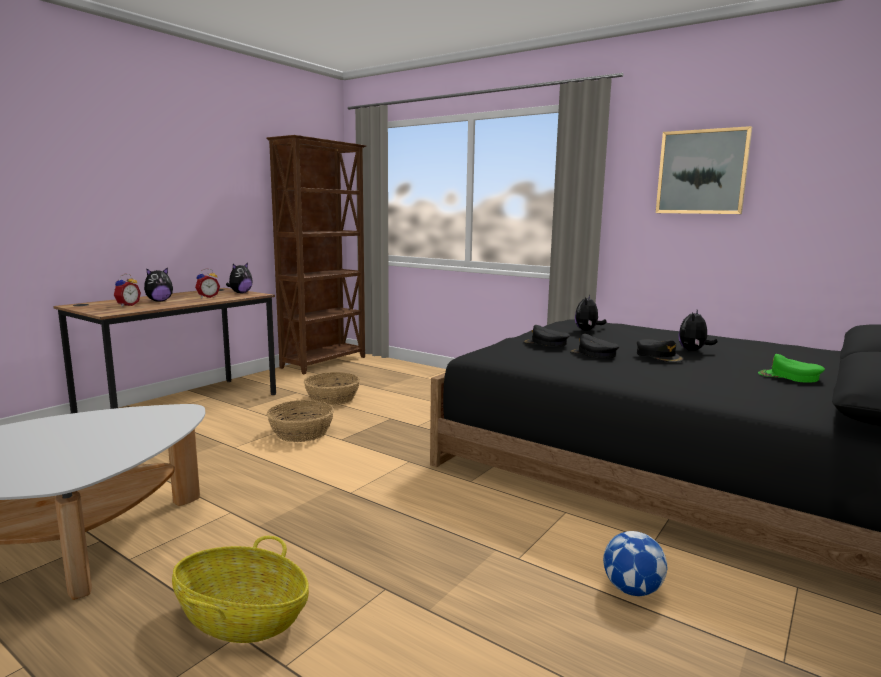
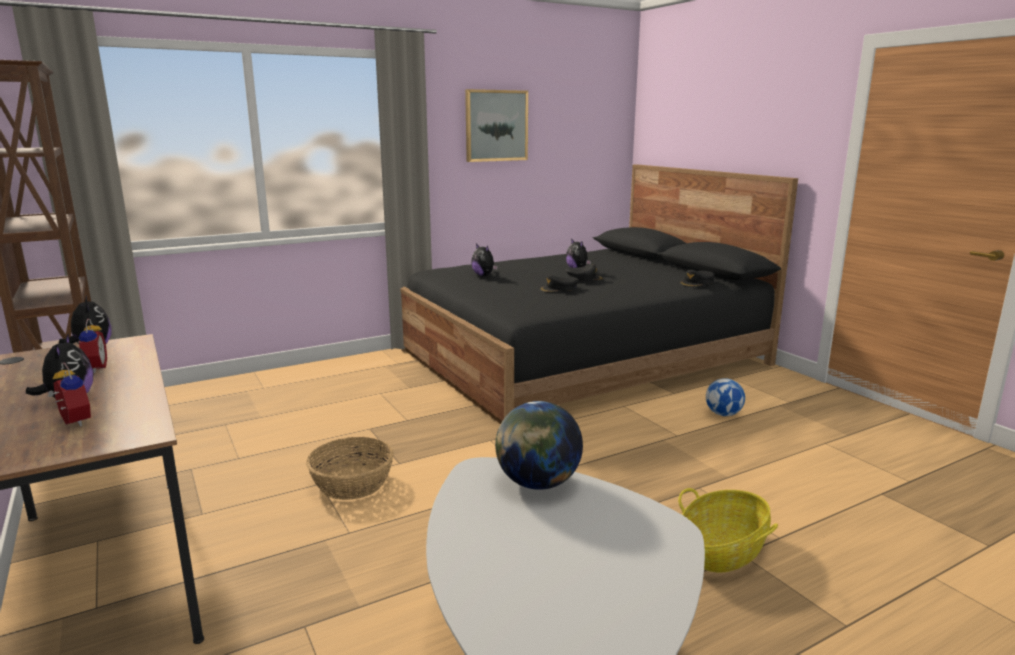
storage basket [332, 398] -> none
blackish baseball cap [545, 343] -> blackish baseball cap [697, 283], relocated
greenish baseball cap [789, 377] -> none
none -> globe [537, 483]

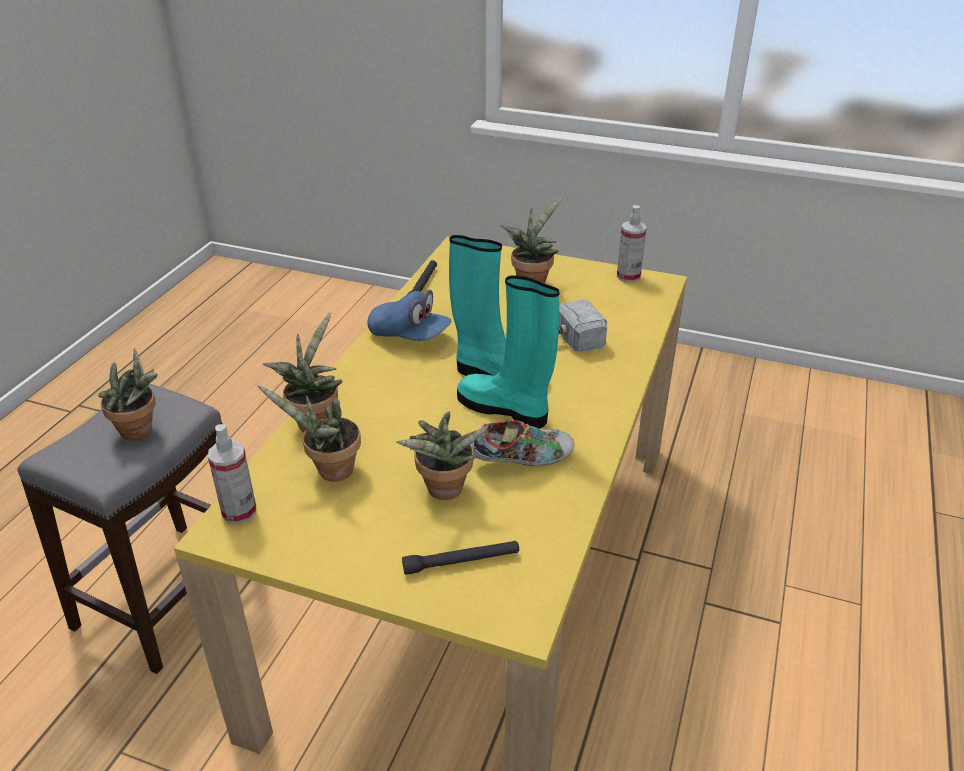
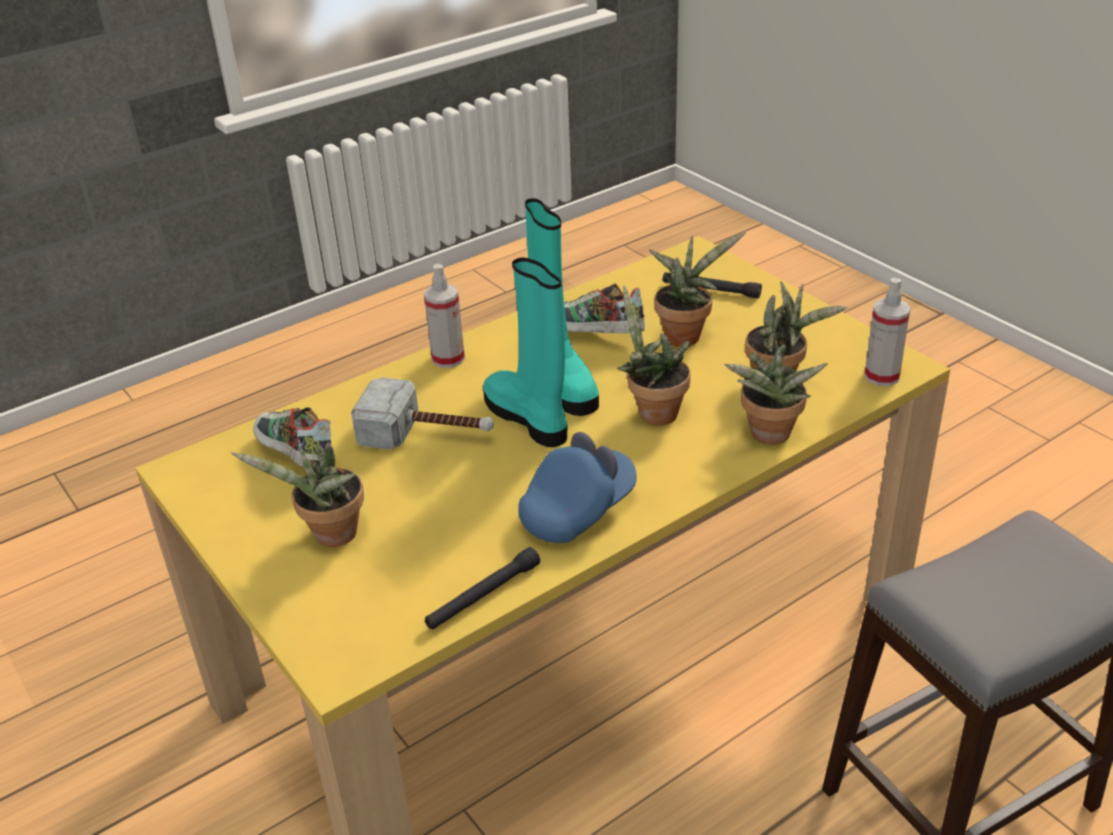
houseplant [141, 431] -> houseplant [653, 412], relocated
blue baseball cap [409, 335] -> blue baseball cap [578, 511], 75 degrees clockwise
spray bottle [628, 276] -> spray bottle [448, 358], relocated
none -> item of footwear [295, 457]

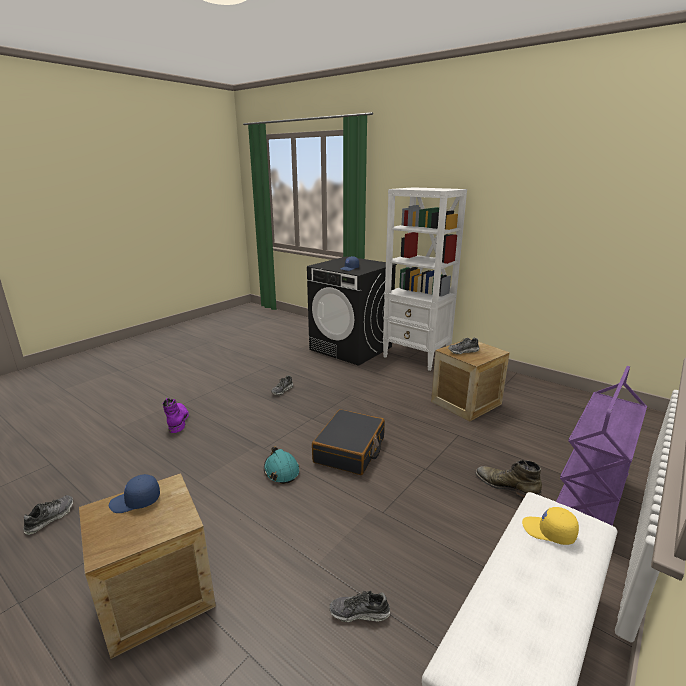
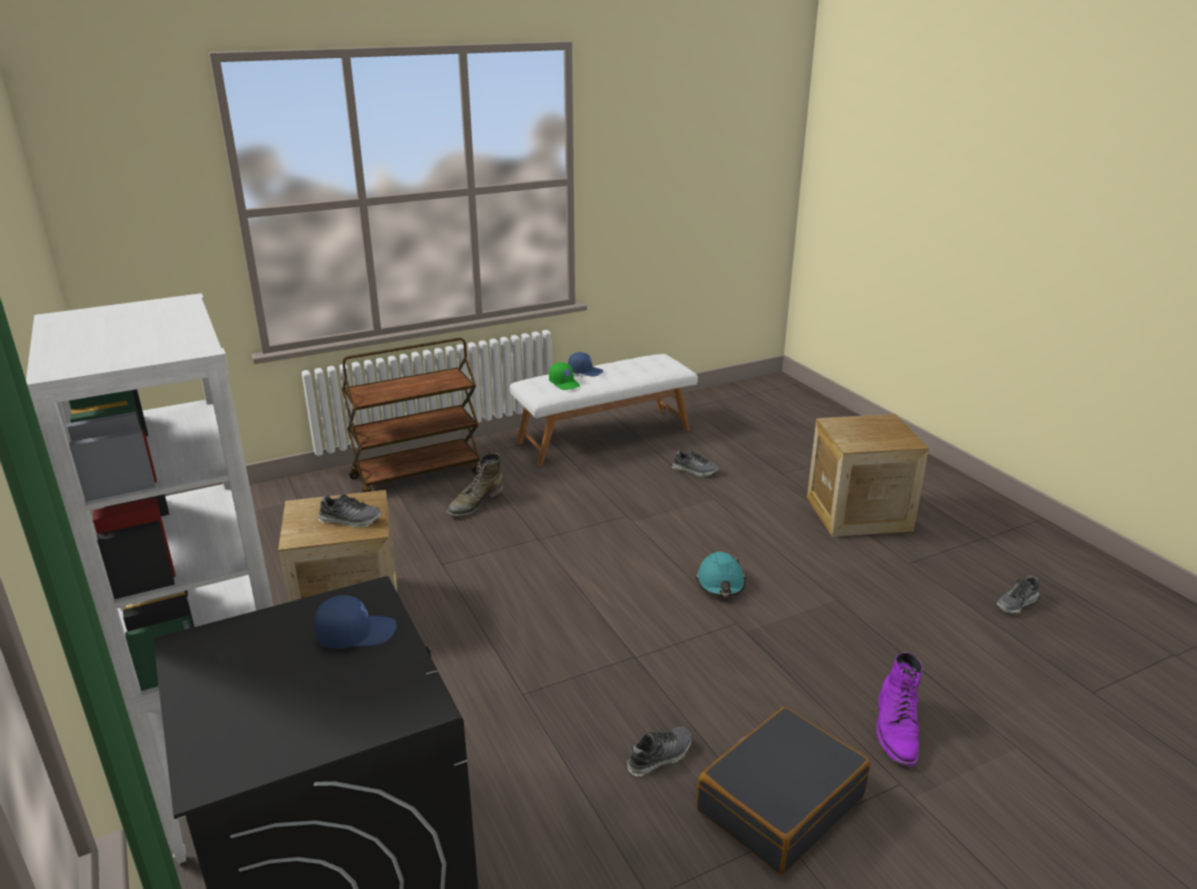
blue baseball cap [135, 501] -> blue baseball cap [585, 371], relocated
blackish travel case [350, 450] -> blackish travel case [779, 802], relocated
greenish tall boot [506, 486] -> greenish tall boot [475, 502], 60 degrees clockwise
yellow-coloured baseball cap [548, 532] -> greenish baseball cap [565, 383]
purple cart [590, 500] -> brown-coloured cart [417, 475]

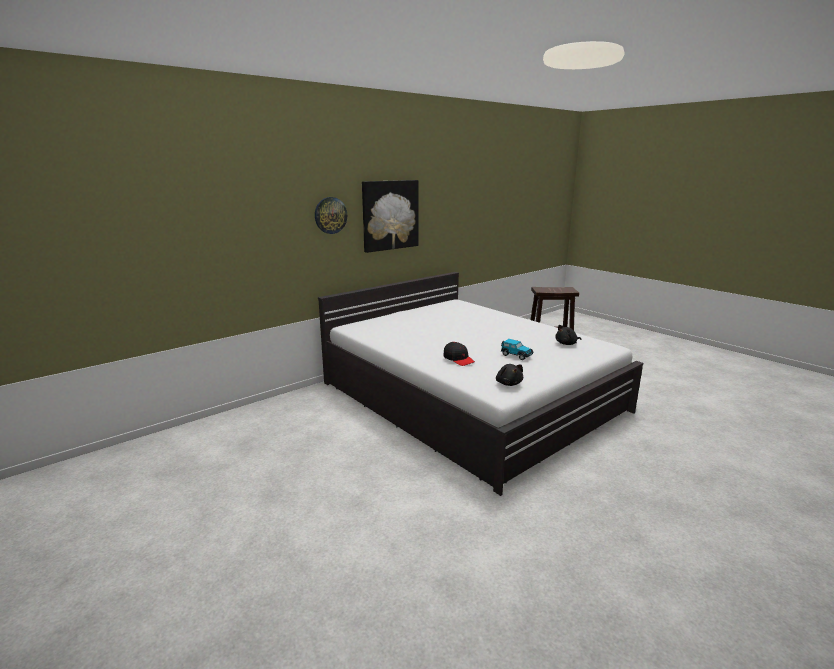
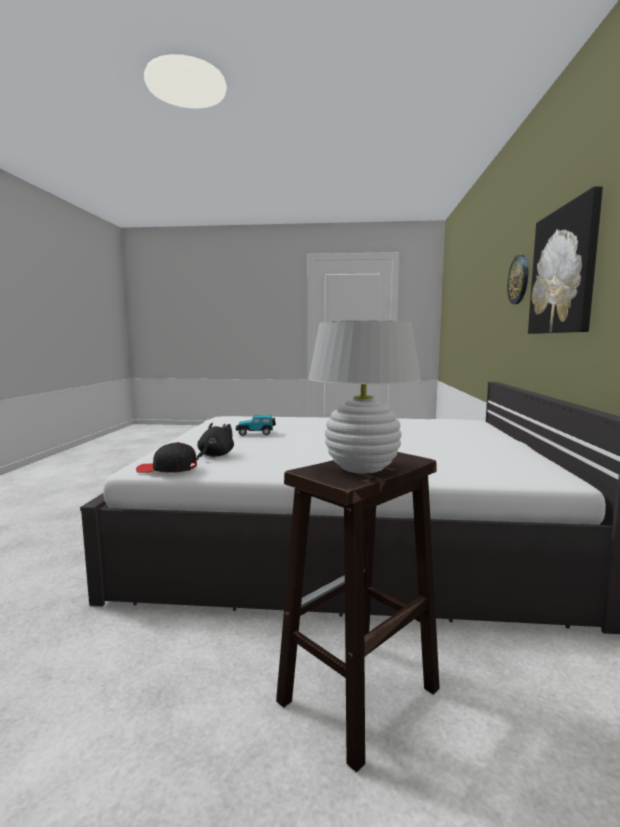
blackish baseball cap [458, 359] -> blackish baseball cap [167, 469], relocated
blackish cuddly toy [508, 383] -> none
none -> white tabletop lamp [362, 468]

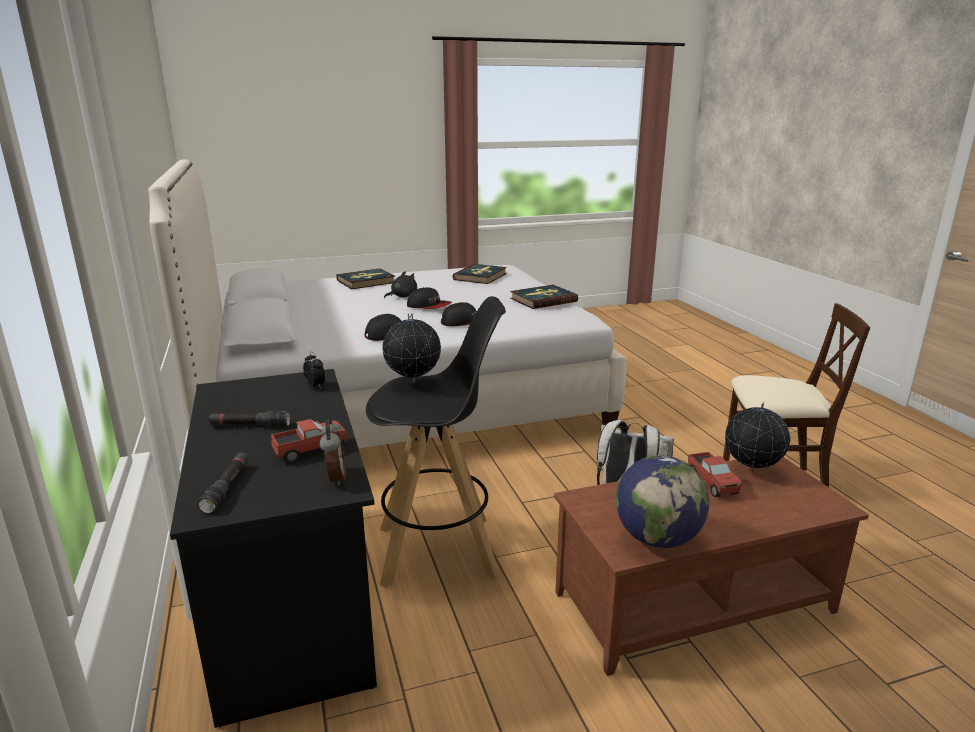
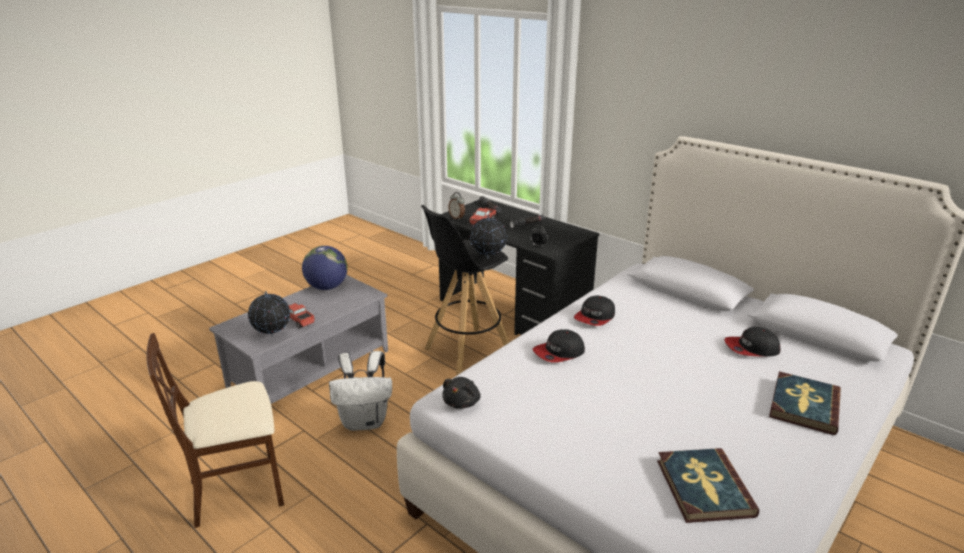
blackish cuddly toy [402, 296] -> blackish cuddly toy [462, 402], relocated
baseball cap [429, 306] -> baseball cap [751, 348], relocated
bound book [543, 300] -> none
brown-coloured low table [692, 601] -> greyish low table [311, 369]

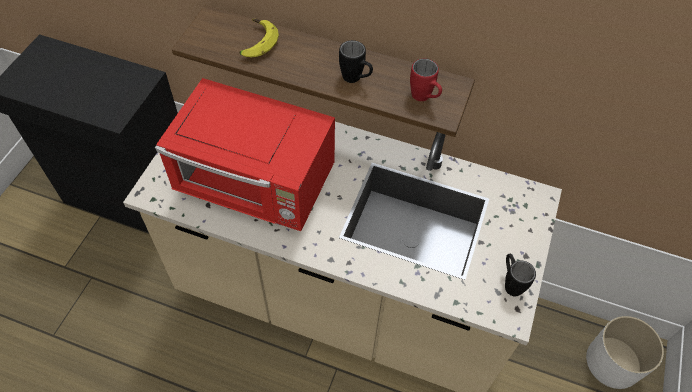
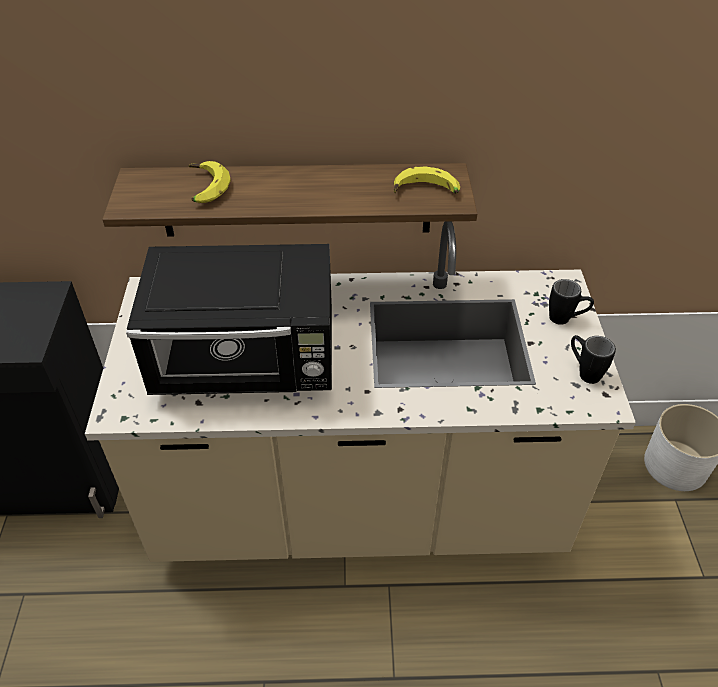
red-coloured microwave [257, 185] -> blackish microwave [248, 363]
blackish coffee mug [356, 79] -> blackish coffee mug [566, 319], relocated
red-coloured coffee mug [424, 98] -> banana [425, 192]

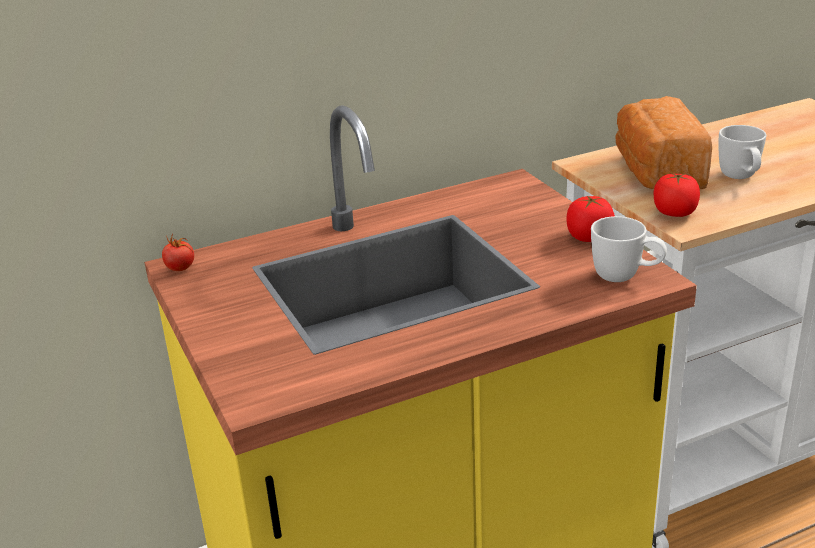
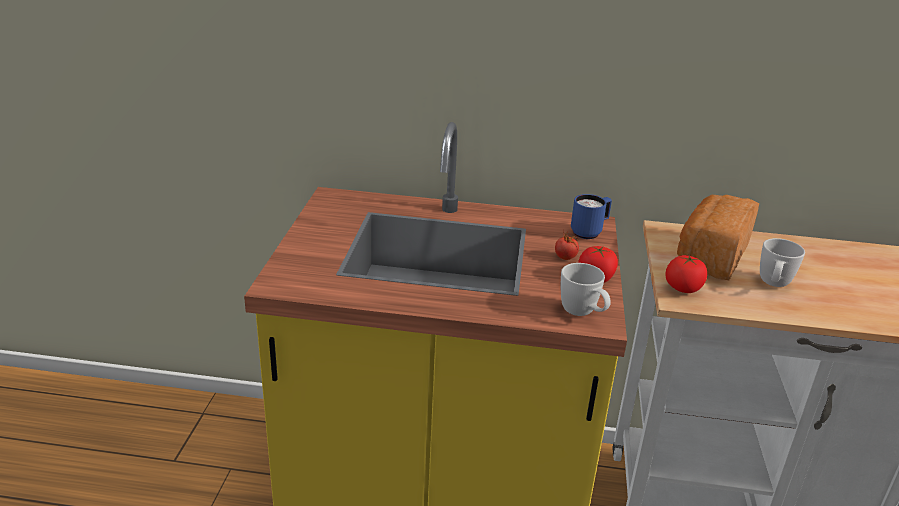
tomato [180, 268] -> tomato [565, 257], relocated
none -> blue coffee mug [589, 232]

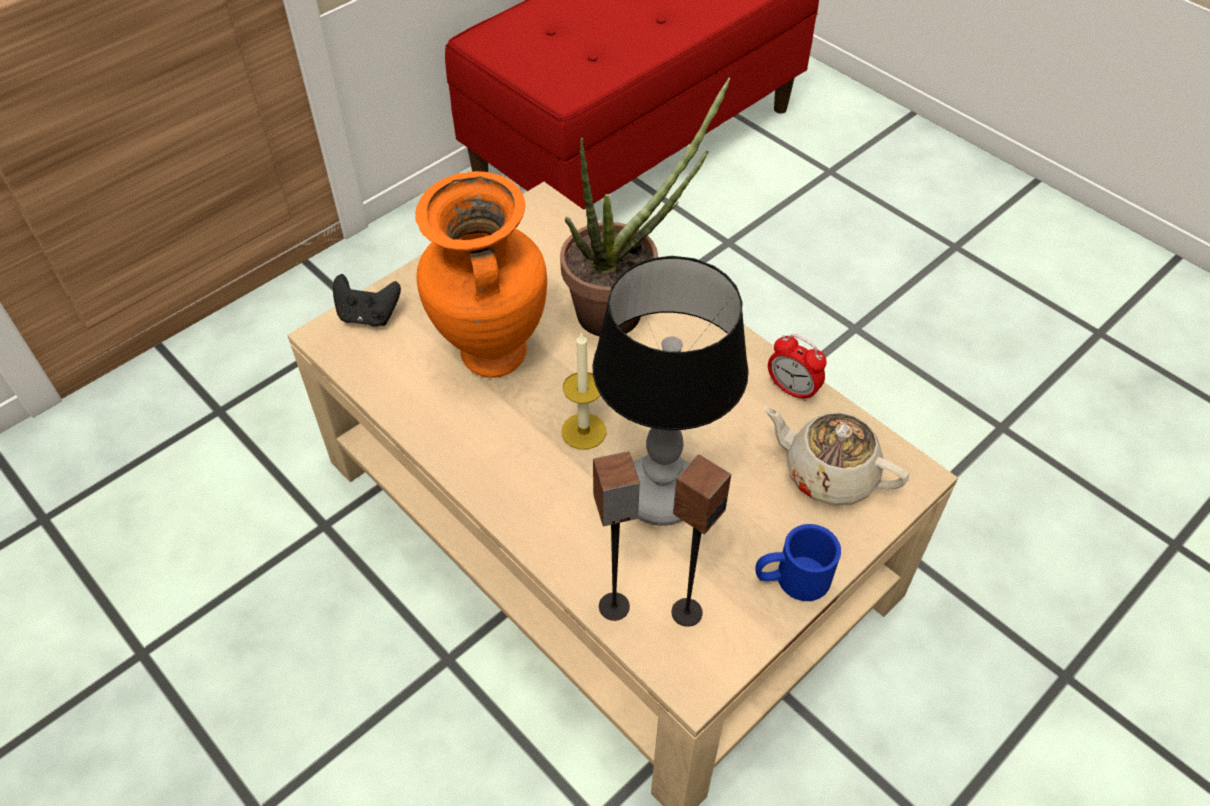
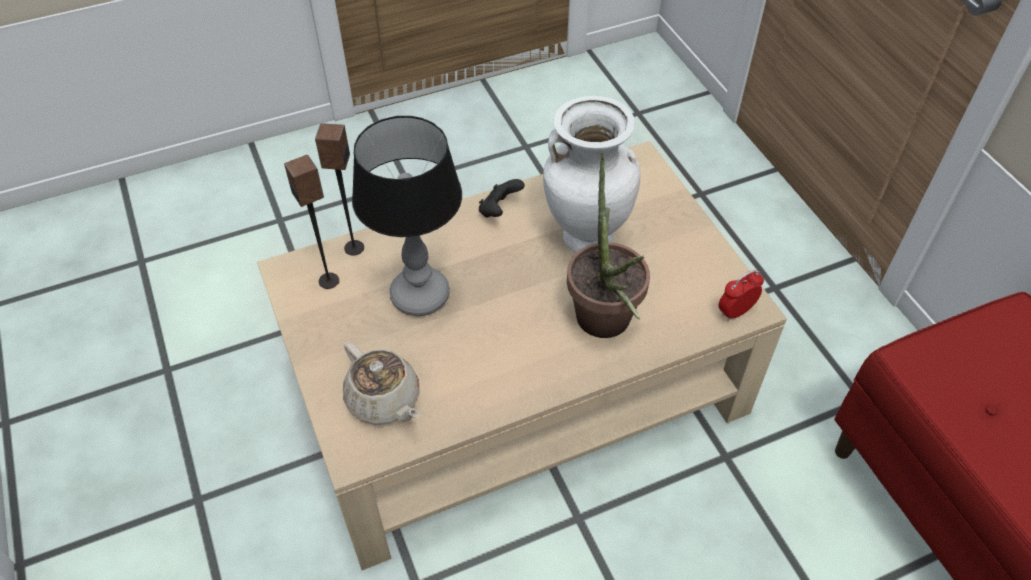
blackish joypad [368, 316] -> blackish joypad [499, 210], relocated
orangey vase [491, 356] -> white vase [586, 237]
candle [583, 431] -> none
blue coffee mug [791, 579] -> none
beige-coloured pot for tea [828, 473] -> beige-coloured pot for tea [384, 400], 90 degrees clockwise
bedside clock [792, 389] -> bedside clock [736, 311], relocated

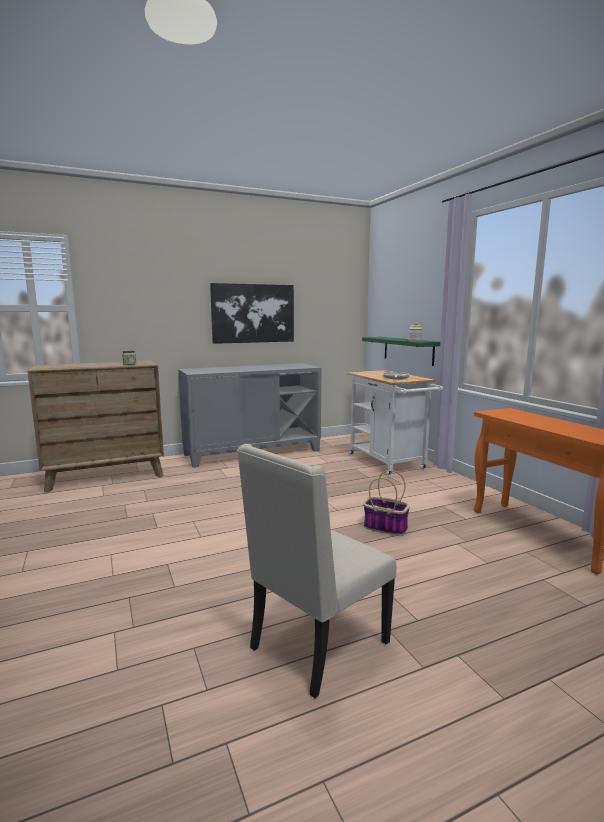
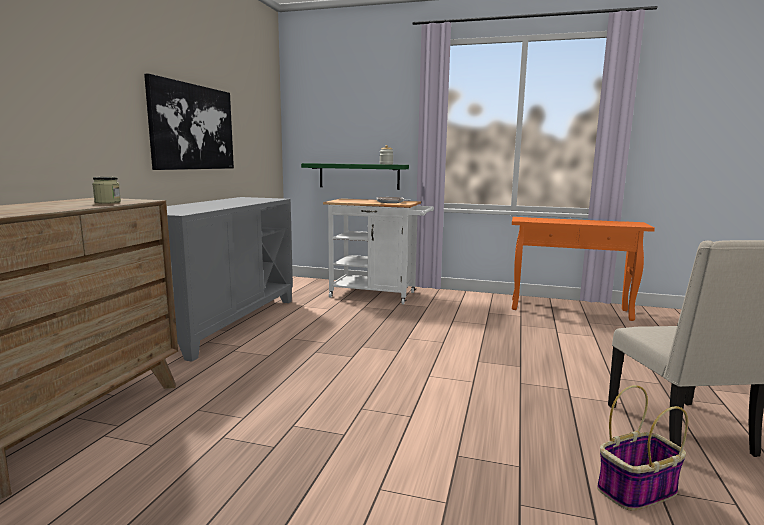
storage basket [384, 527] -> storage basket [636, 490], relocated

